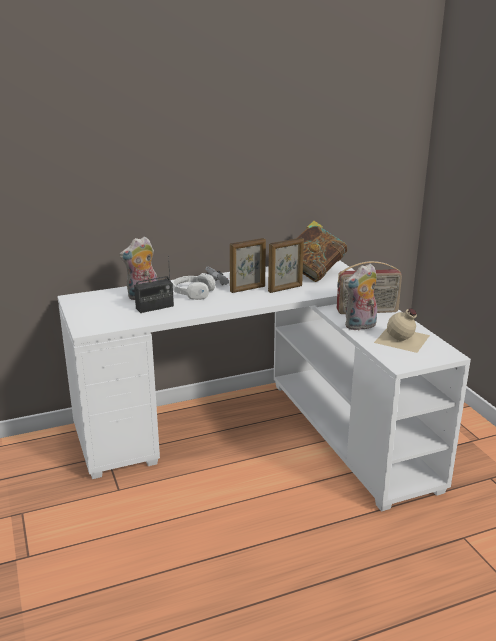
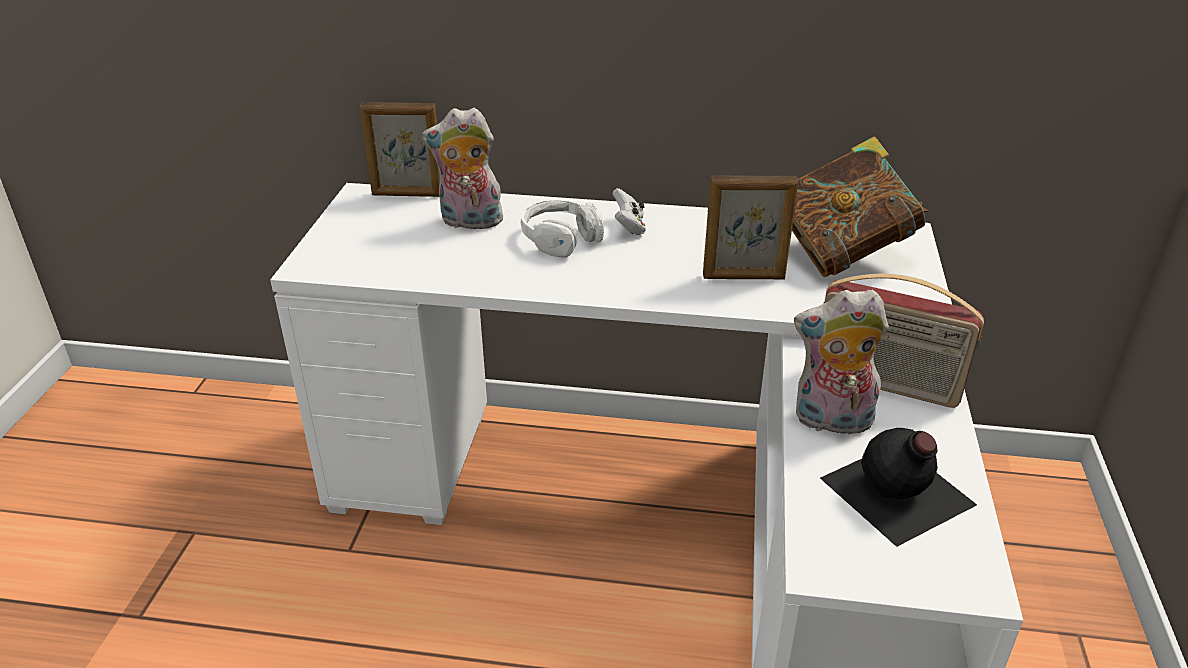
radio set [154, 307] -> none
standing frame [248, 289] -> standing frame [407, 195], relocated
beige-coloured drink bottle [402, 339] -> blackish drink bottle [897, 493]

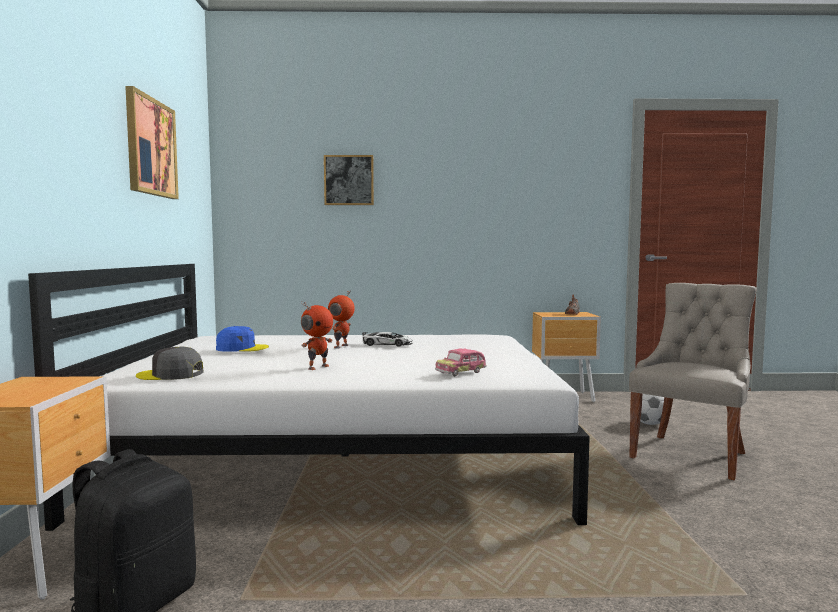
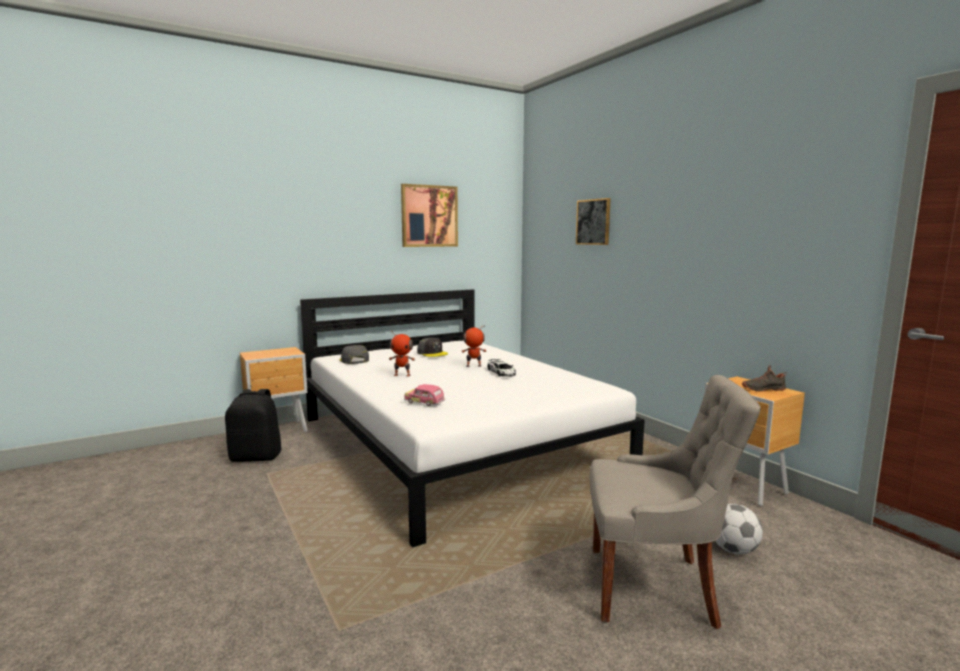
blue baseball cap [241, 348] -> greyish baseball cap [432, 353]

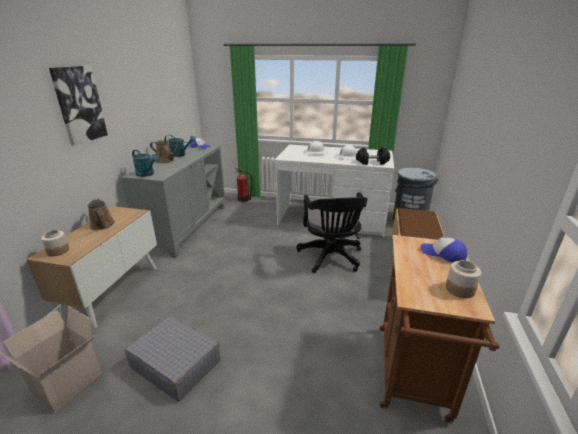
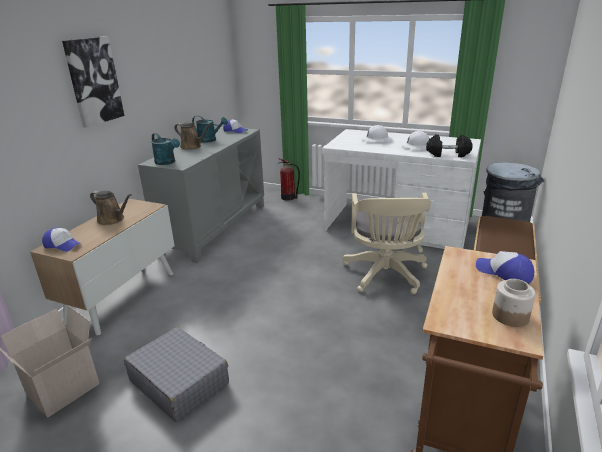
preserve jar [58, 251] -> baseball cap [63, 245]
brown-coloured watering pot [102, 225] -> brown-coloured watering pot [113, 219], 45 degrees counterclockwise
blackish desk chair [331, 258] -> beige-coloured desk chair [385, 276]

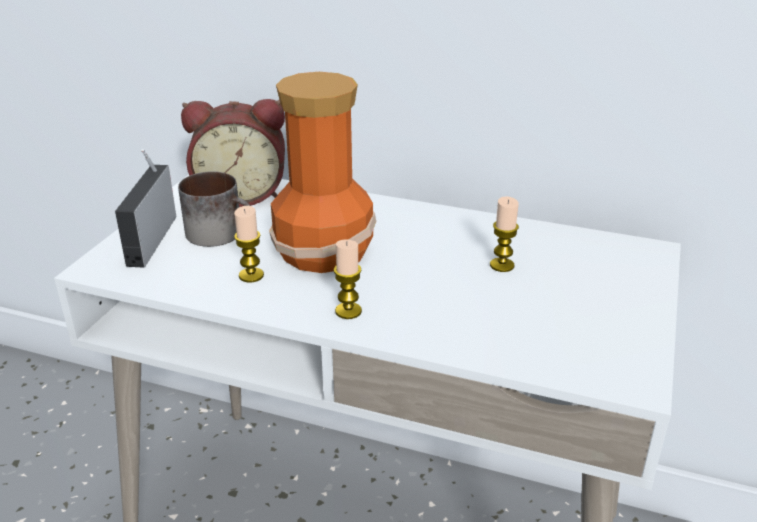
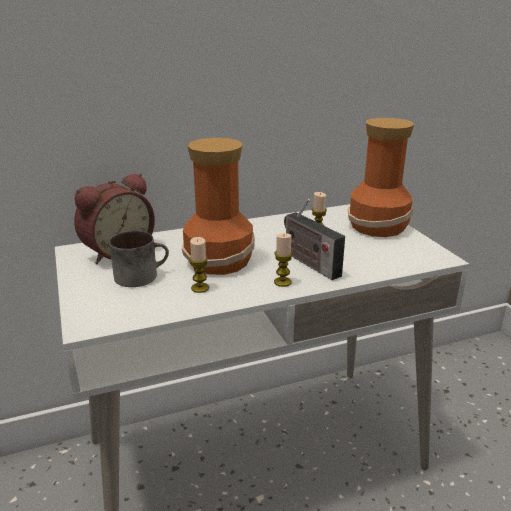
radio set [152, 238] -> radio set [309, 263], relocated
none -> vase [379, 226]

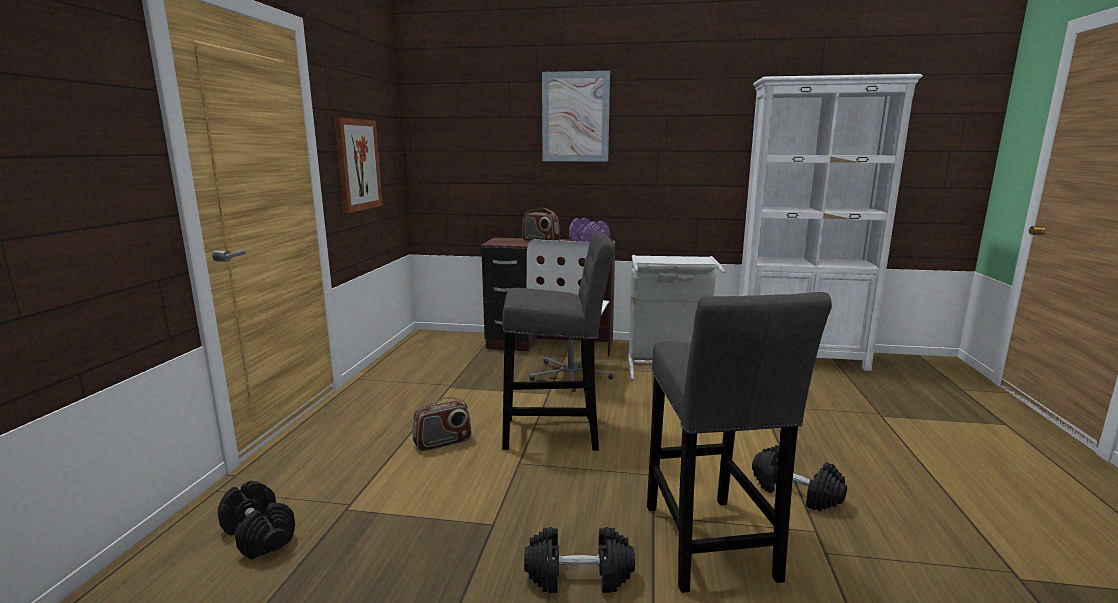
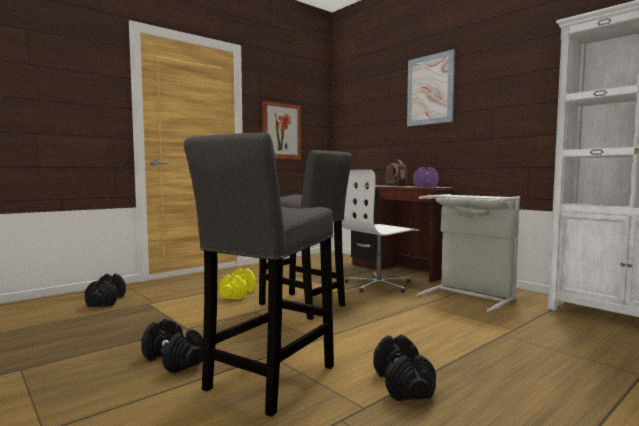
radio set [443, 443] -> yellow-coloured dumbbell [238, 294]

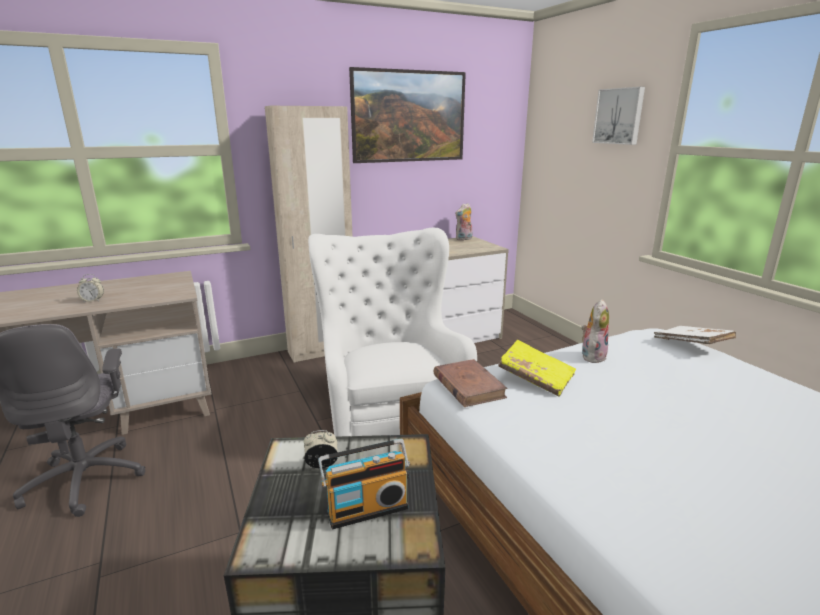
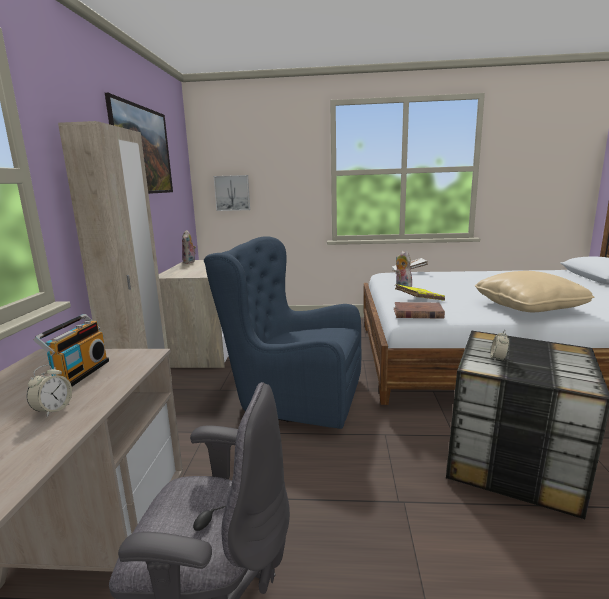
white lounge chair [389, 410] -> blue lounge chair [291, 396]
radio set [367, 508] -> radio set [79, 373], relocated
wall art [619, 116] -> wall art [232, 193], relocated
none -> beige-coloured throw pillow [528, 307]

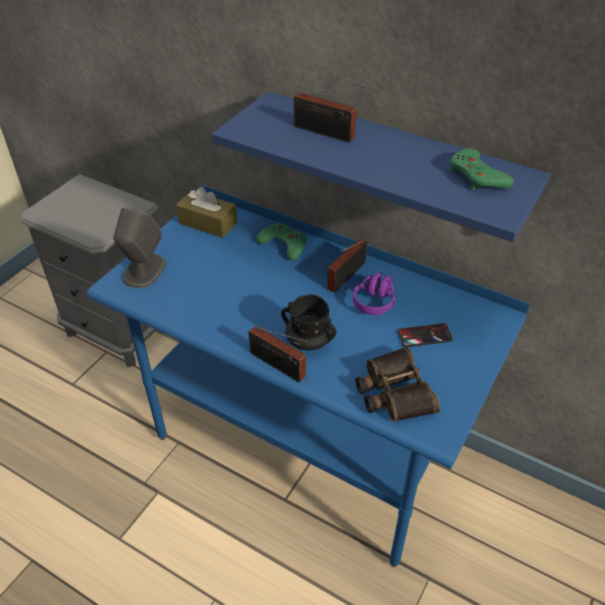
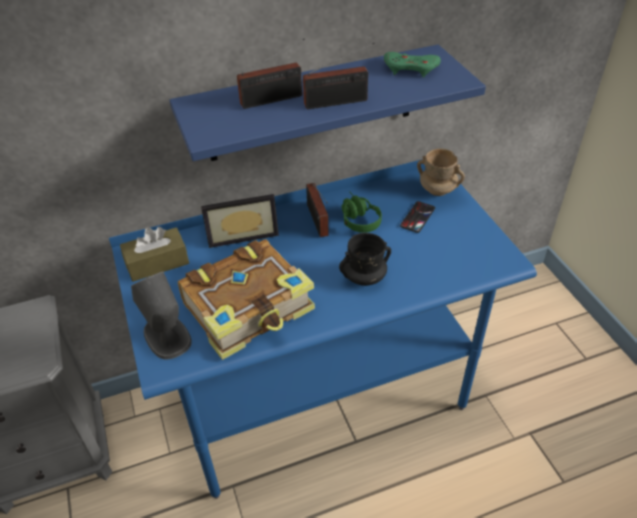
radio set [280, 367] -> radio set [339, 102], relocated
greenish joypad [283, 244] -> standing frame [242, 233]
purple headphones [376, 297] -> greenish headphones [356, 218]
field glasses [393, 392] -> none
none -> bound book [250, 308]
none -> beige-coloured coffee mug [438, 190]

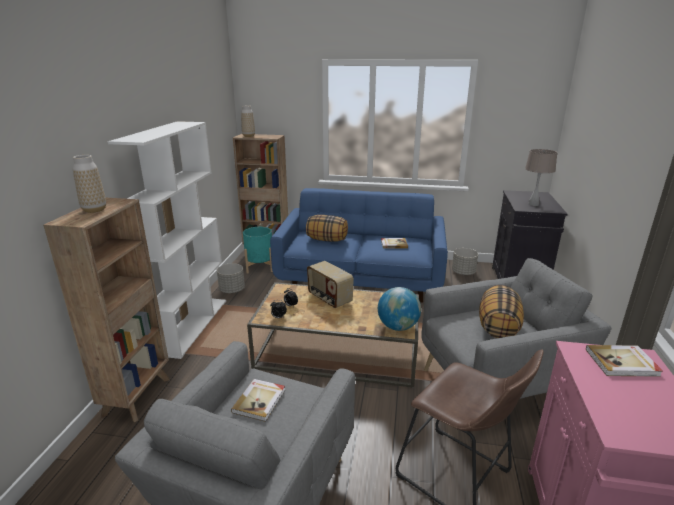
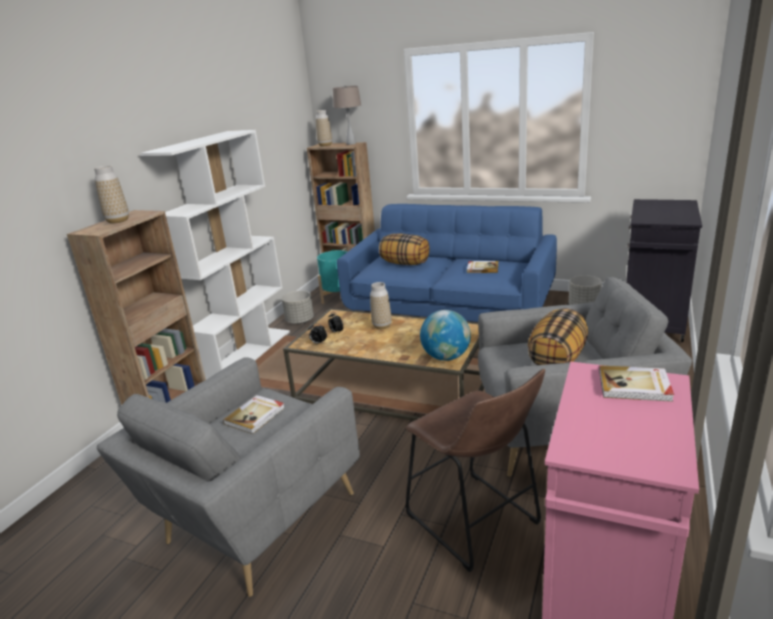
radio set [329, 299] -> vase [382, 326]
beige-coloured tabletop lamp [533, 204] -> beige-coloured tabletop lamp [351, 143], relocated

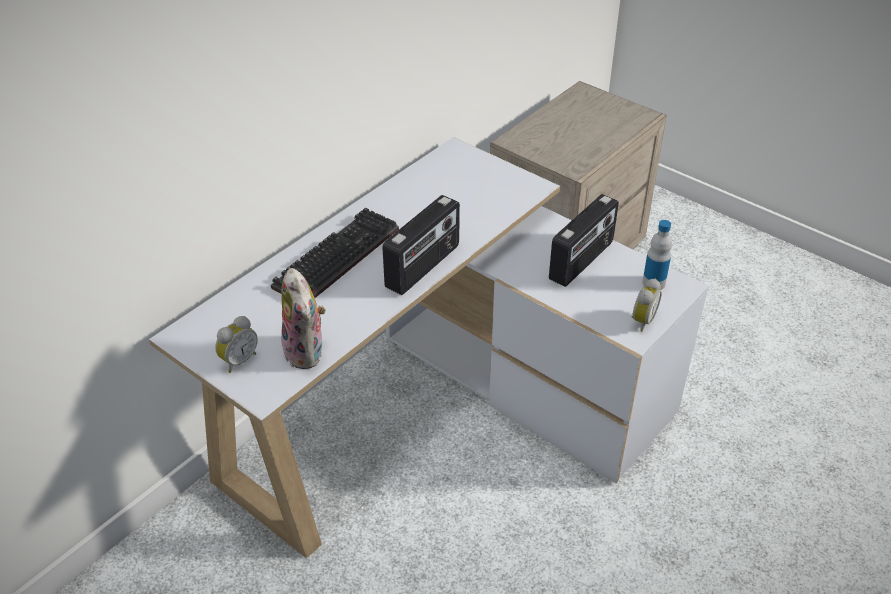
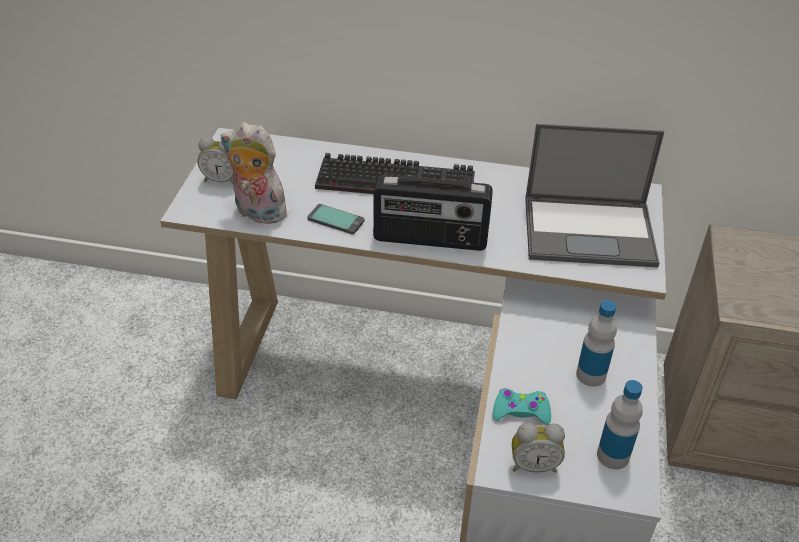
cuddly toy [307, 352] -> cuddly toy [257, 213], 75 degrees clockwise
radio set [582, 261] -> drink bottle [591, 375]
none -> telephone [336, 220]
none -> turquoise-coloured joypad [520, 411]
none -> laptop [590, 231]

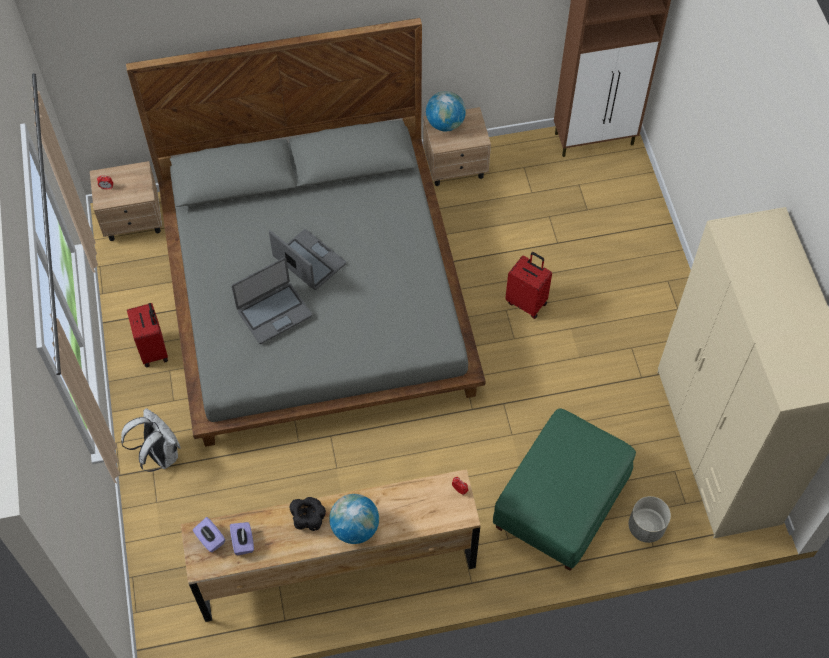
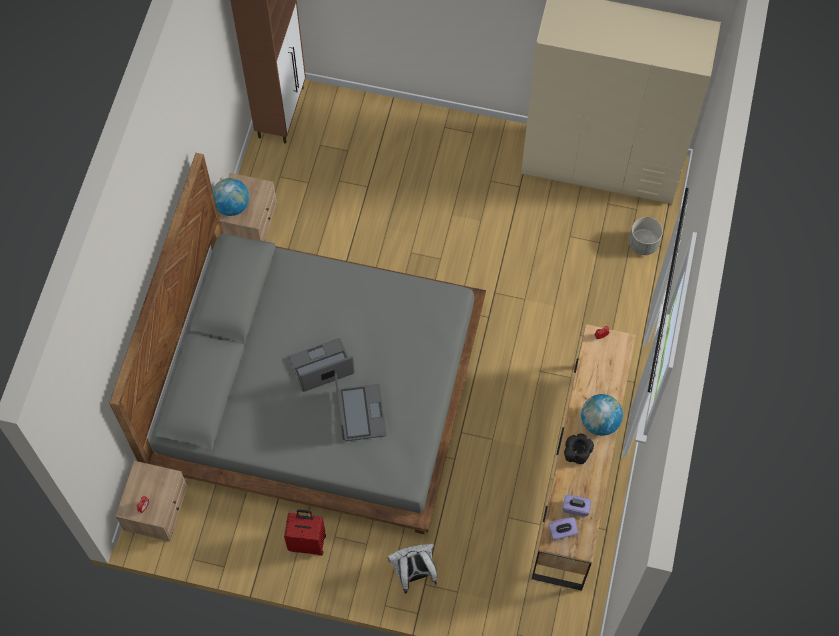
greenish footrest [560, 504] -> none
red-coloured travel case [527, 302] -> none

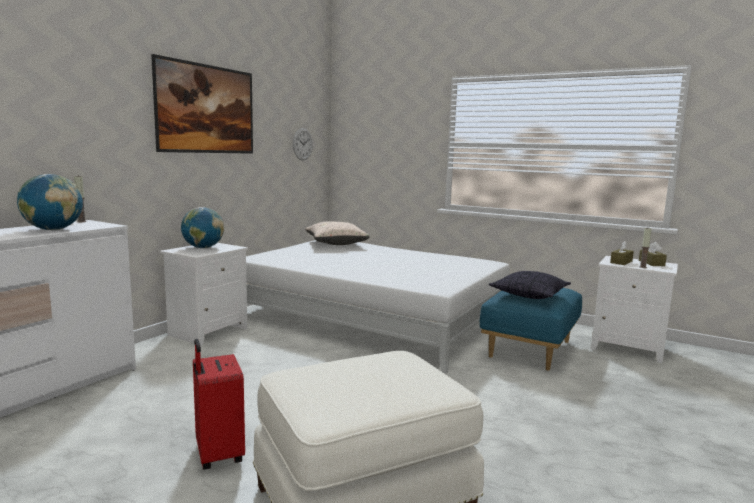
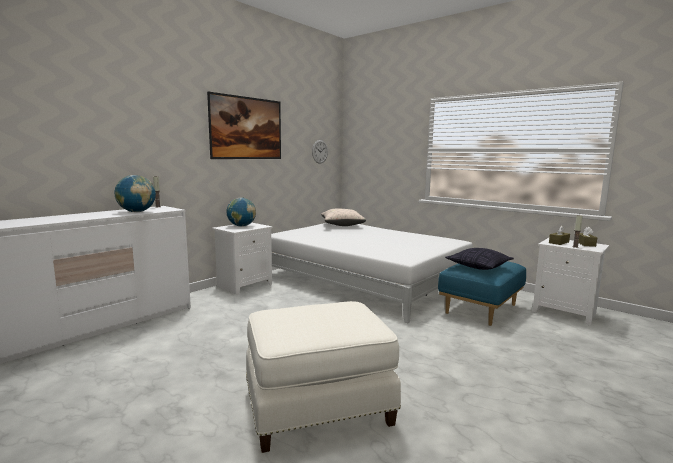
red-coloured travel case [217, 454] -> none

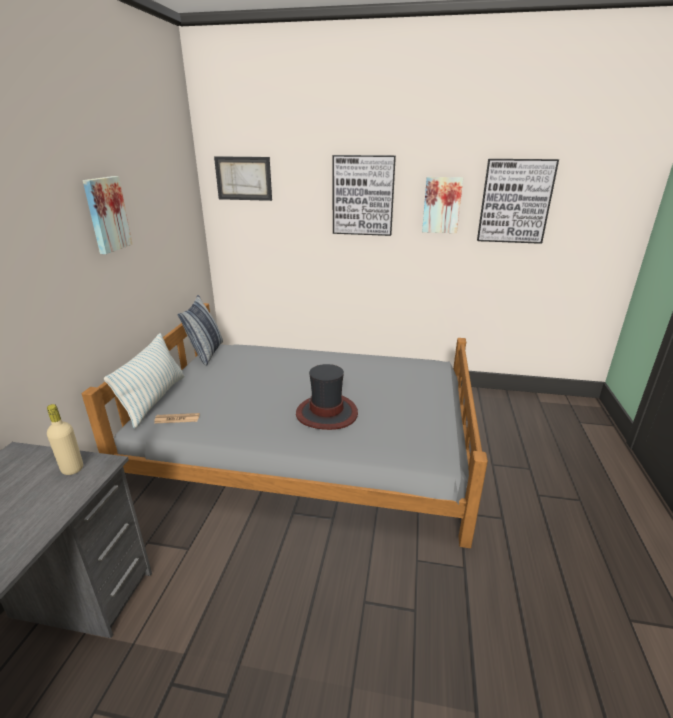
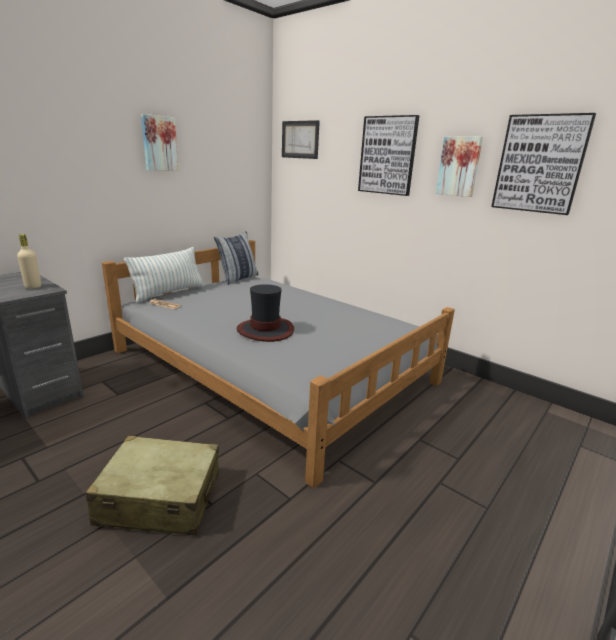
none -> beige-coloured travel case [160, 498]

